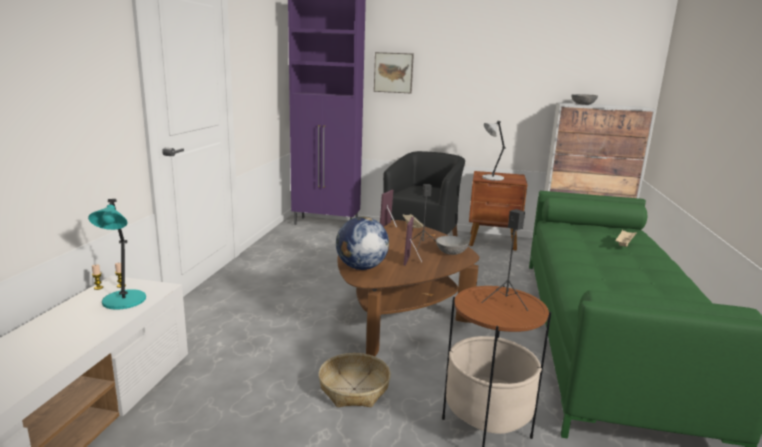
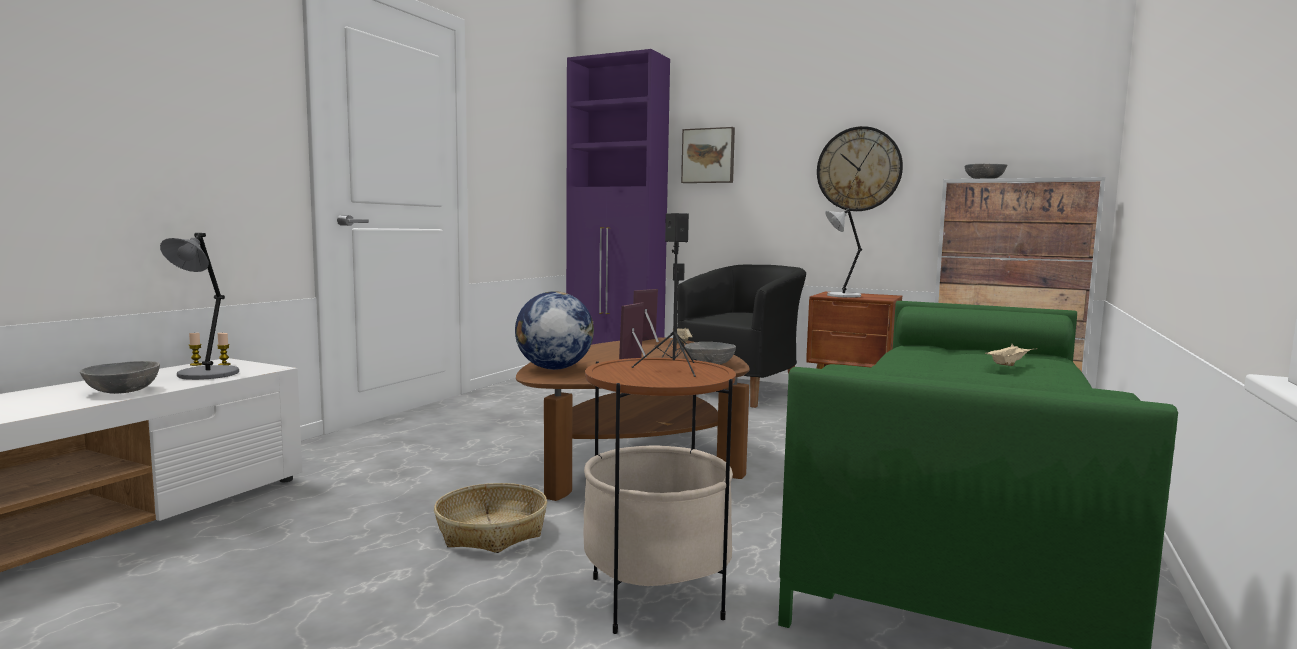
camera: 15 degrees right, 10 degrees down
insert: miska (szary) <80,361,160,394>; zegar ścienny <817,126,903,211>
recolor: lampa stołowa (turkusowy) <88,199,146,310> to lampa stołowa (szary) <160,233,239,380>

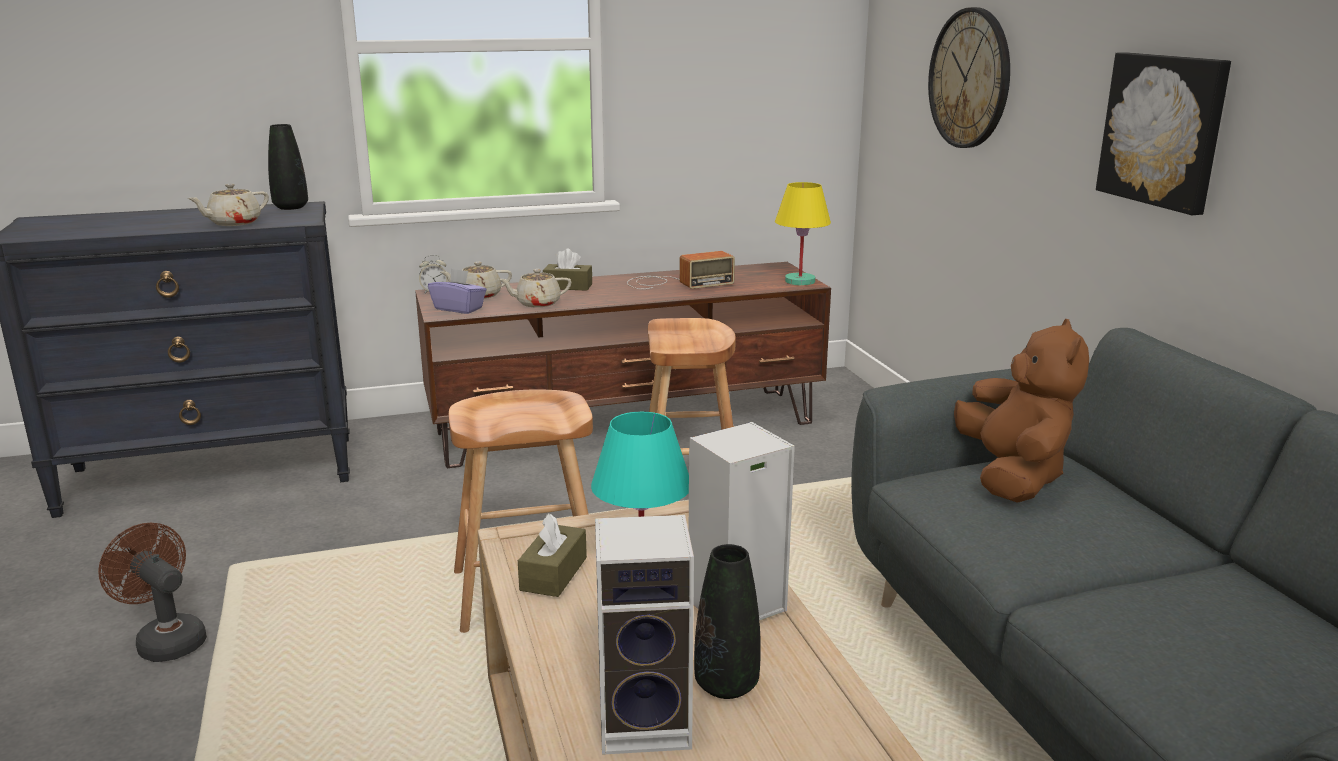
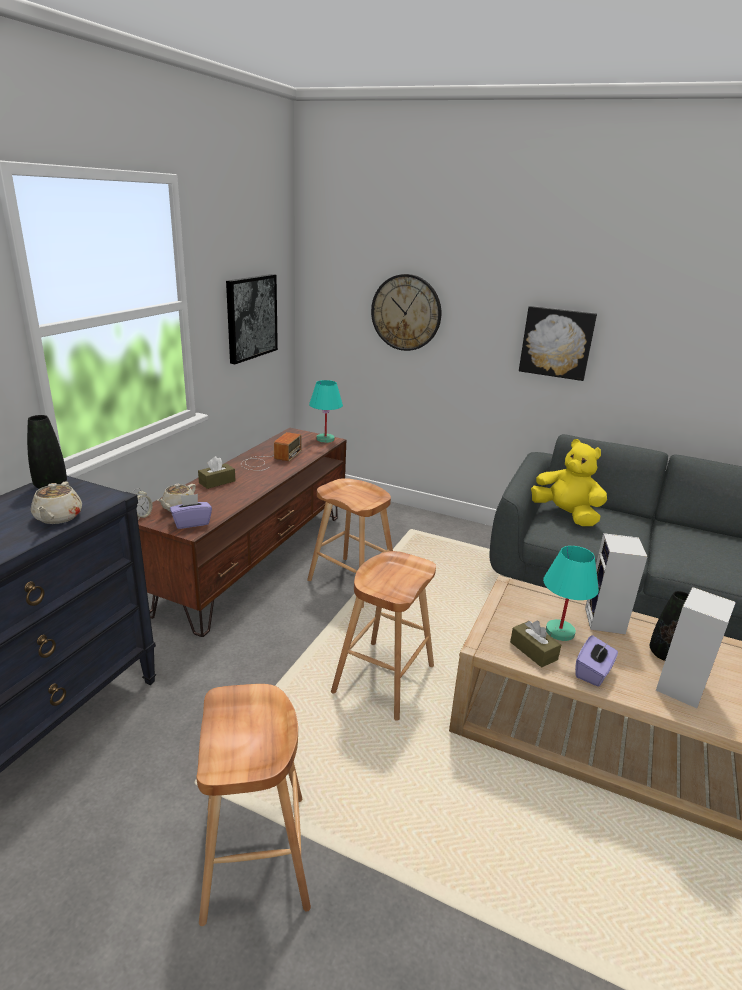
camera: 50 degrees left, 5 degrees up
delete: imbryk (beżowy) <498,269,571,308>
insert: obraz <226,274,278,364>; pudełko chusteczek (fioletowy) <575,635,618,687>
replace: wentylator (brązowy) <98,523,207,662> to stołek (brązowy) <196,684,311,926>
recolor: lampa stołowa (żółty) <775,182,831,285> to lampa stołowa (turkusowy) <309,380,343,443>; pluszak (brązowy) <954,319,1089,503> to pluszak (żółty) <531,439,607,526>

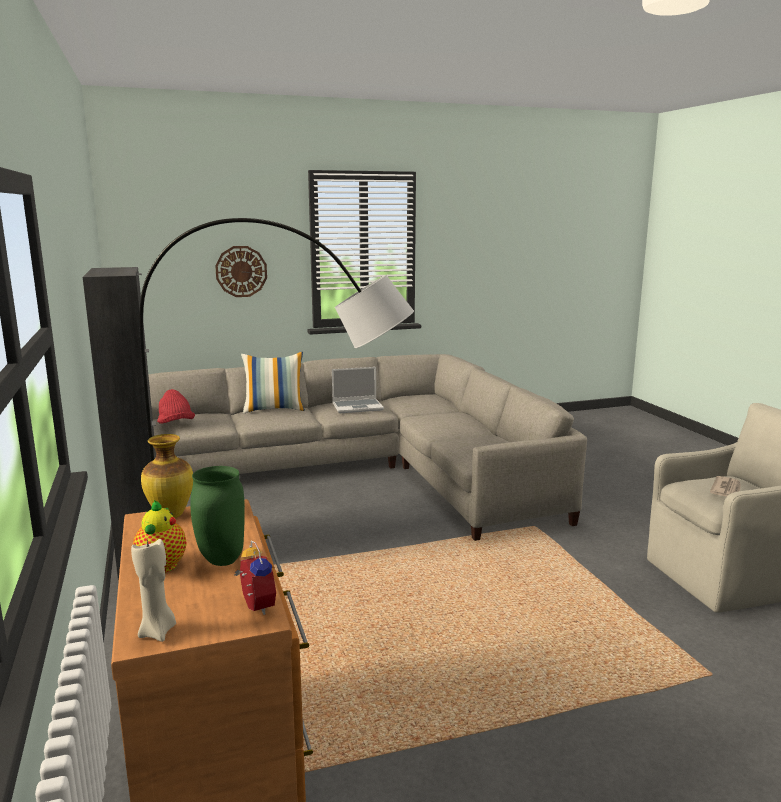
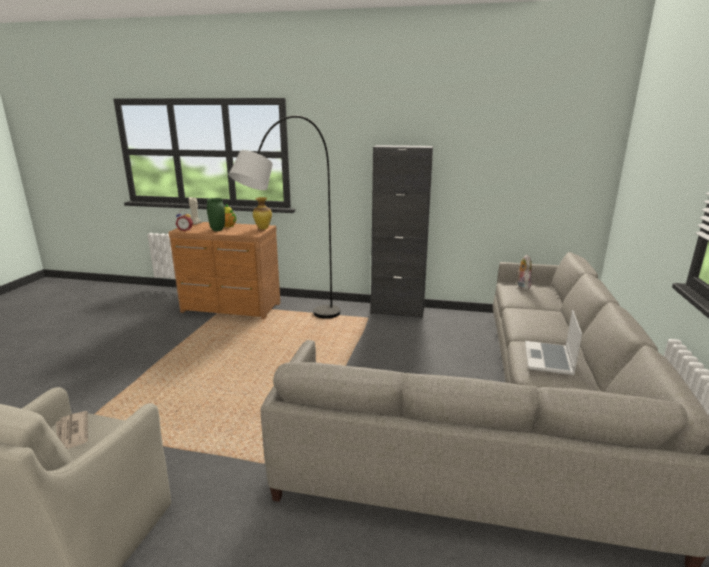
camera: 120 degrees right, 5 degrees up
delete: zegar ścienny <215,246,267,297>; poduszka <241,352,305,413>
replace: kapelusz (czerwony) <157,389,195,424> to pluszak <517,254,532,290>

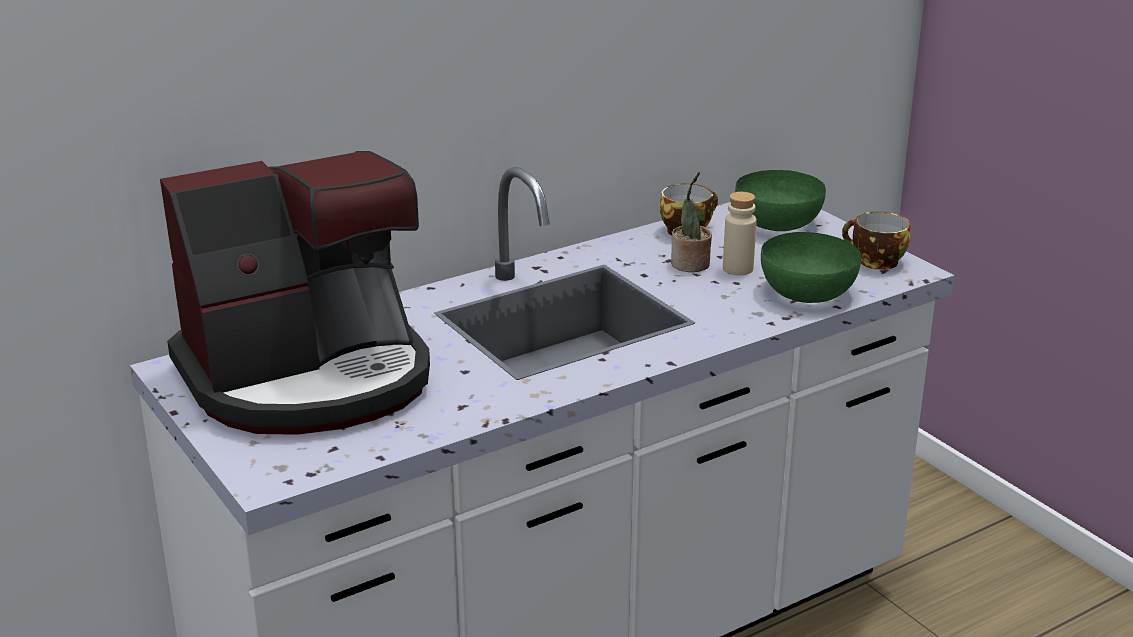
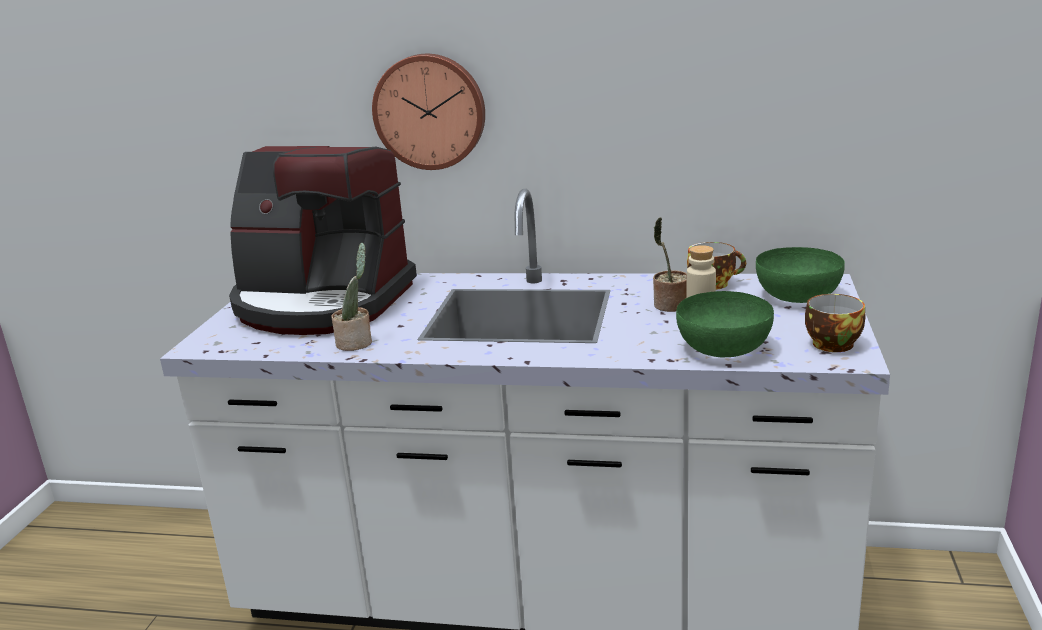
camera: 45 degrees right, 5 degrees down
insert: roślina doniczkowa <331,243,372,351>; zegar ścienny <372,54,485,170>

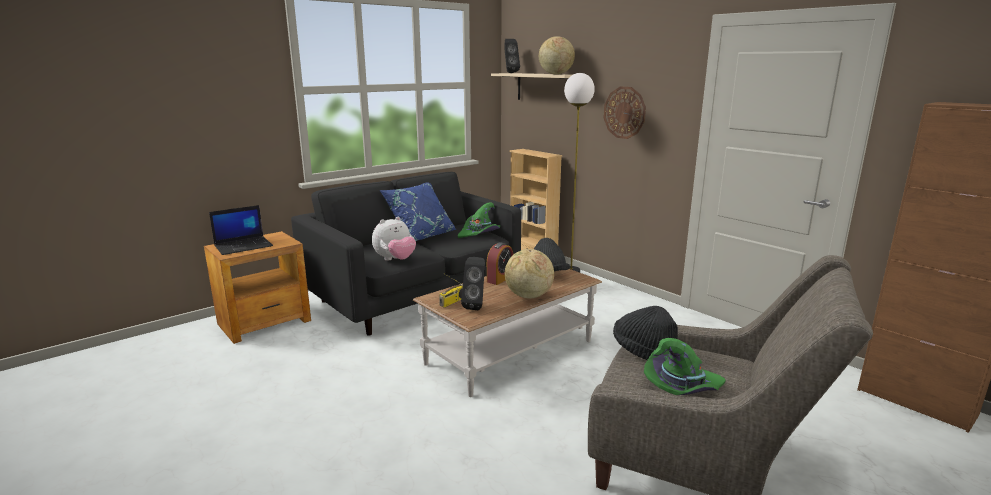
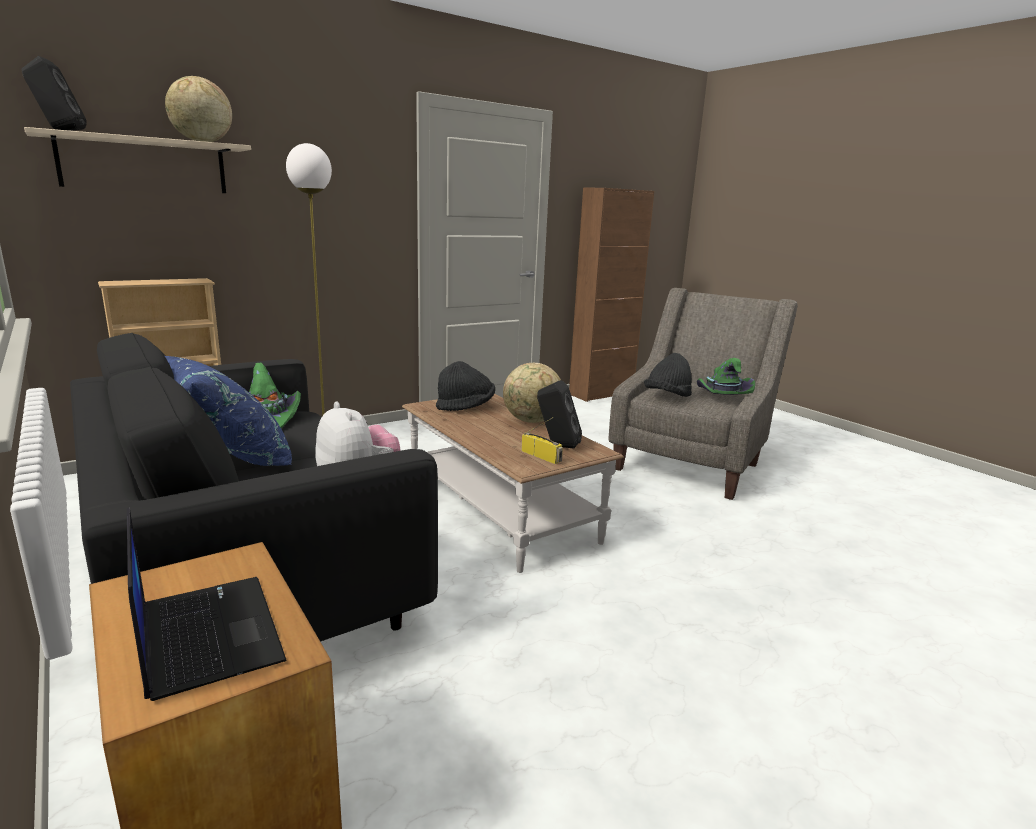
camera: 85 degrees left, 0 degrees up
delete: budzik <487,242,513,285>; zegar ścienny <604,87,646,139>

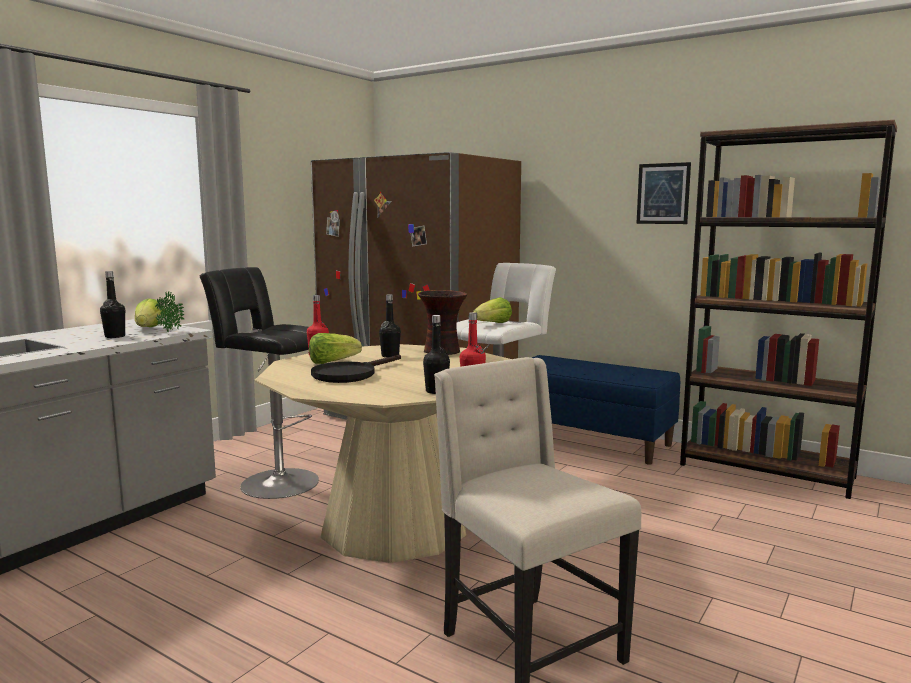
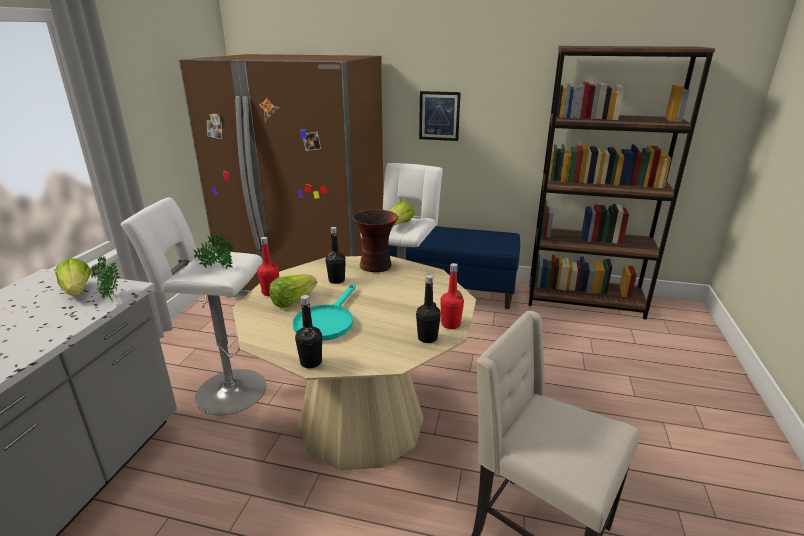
camera: 20 degrees left, 15 degrees up
insert: roślina doniczkowa <194,233,235,269>
move: butelka (czarny) <100,271,125,338> to <295,295,322,368>; obraz <636,162,691,224> to <419,91,461,141>
recolor: stołek (czarny) <200,267,319,499> to stołek (biały) <120,197,266,415>; patelnia (czarny) <311,355,401,383> to patelnia (turkusowy) <293,284,356,341>

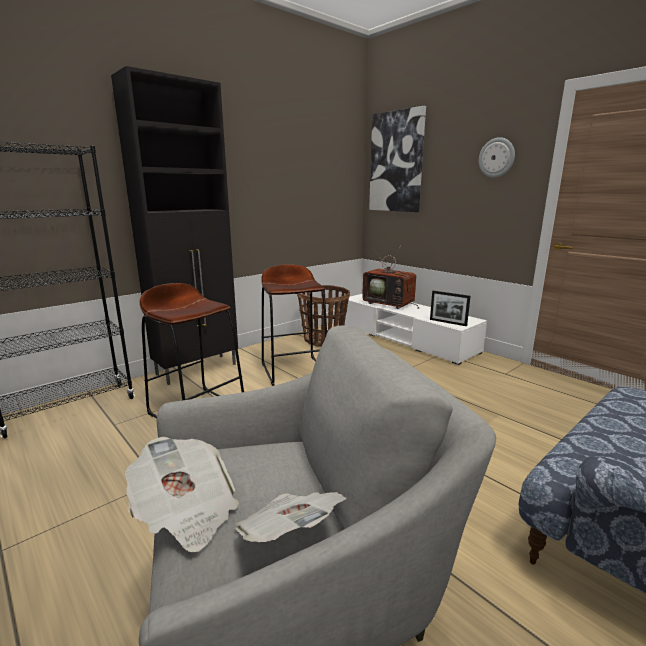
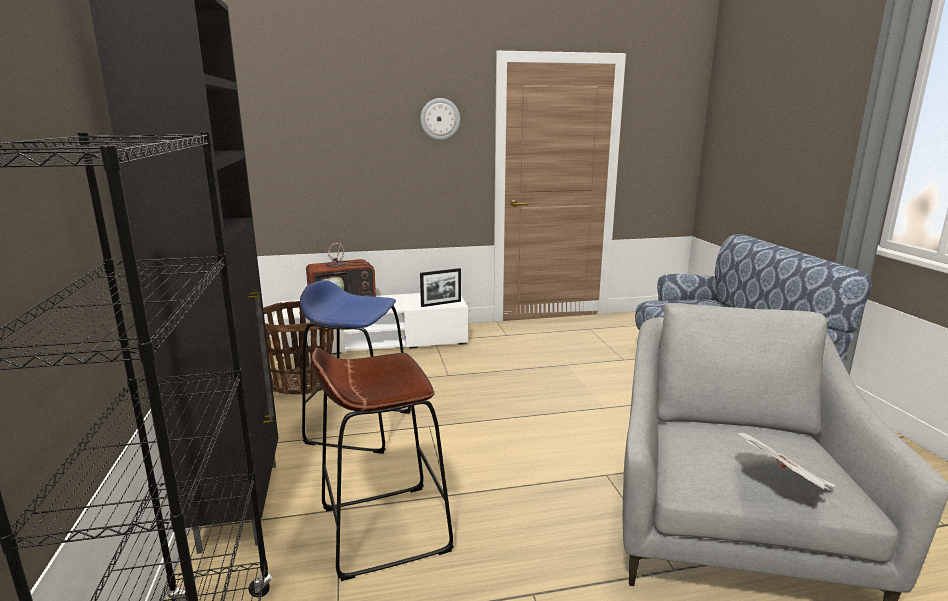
camera: 60 degrees left, 0 degrees up
delete: gazeta <235,492,346,542>; obraz <369,106,426,212>
recolor: stołek (brązowy) <261,264,327,386> to stołek (niebieski) <300,280,411,454>

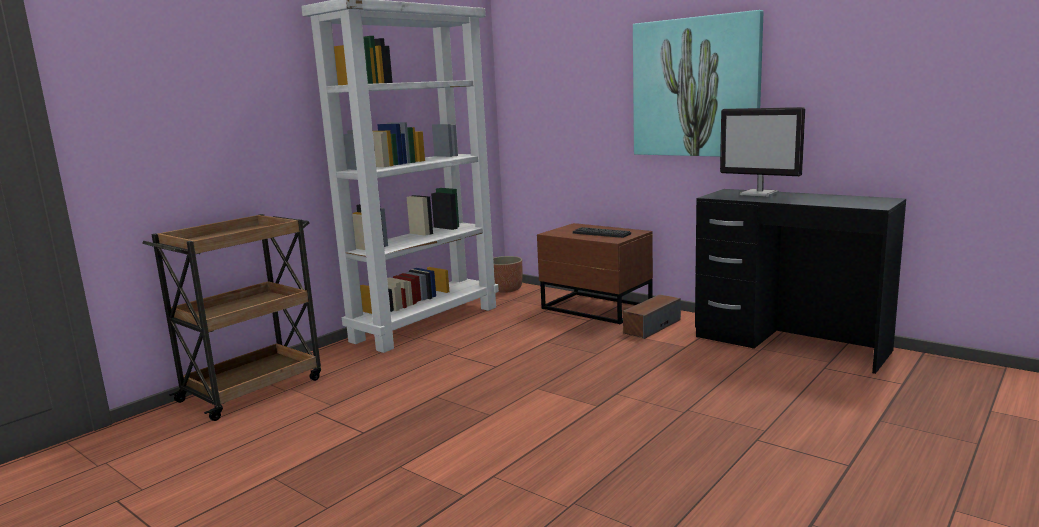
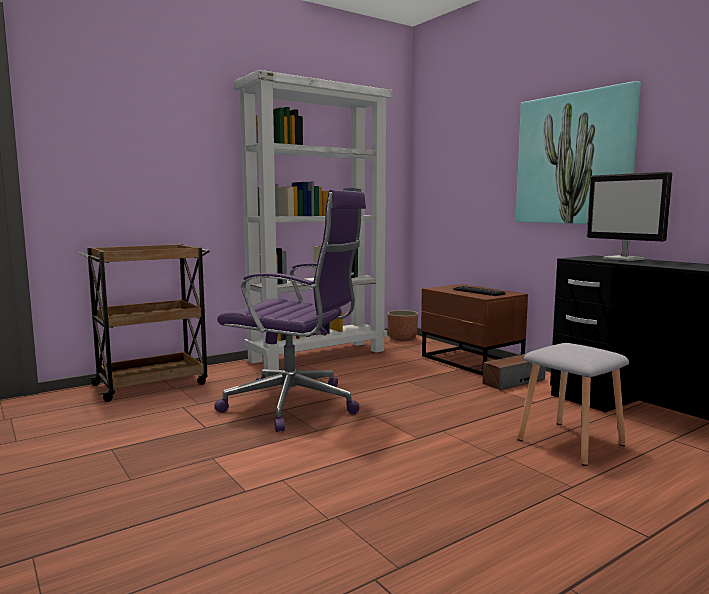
camera: 15 degrees right, 5 degrees down
insert: krzesło biurowe (fioletowy) <214,190,366,432>; stołek (szary) <517,343,629,466>

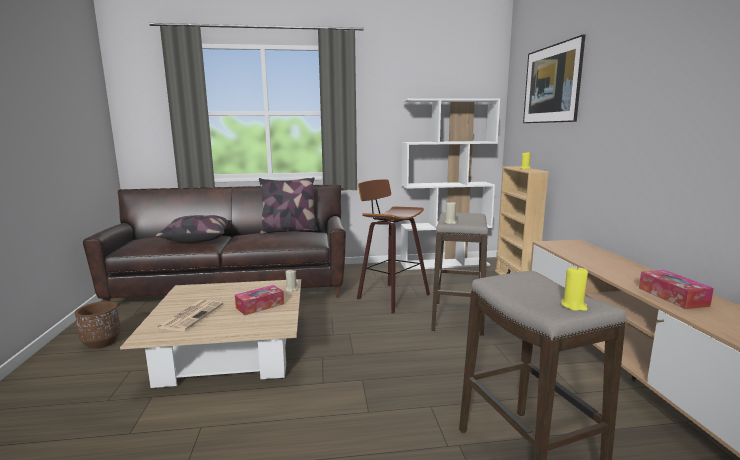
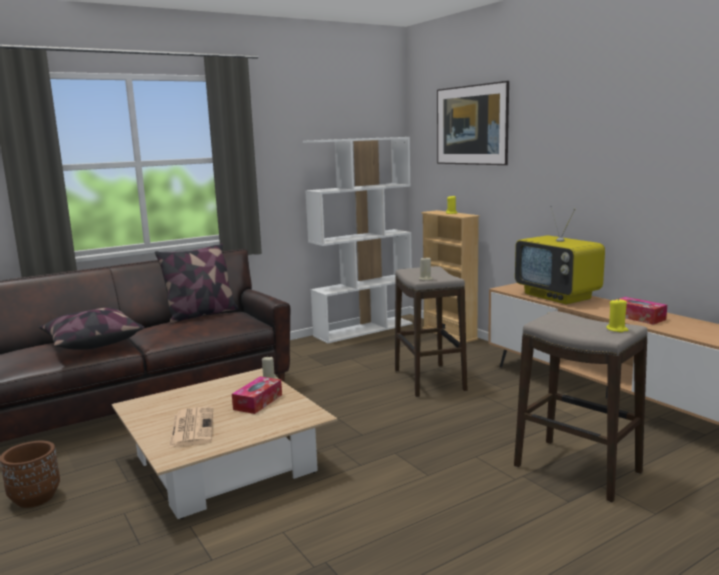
camera: 25 degrees left, 0 degrees up
delete: stołek <357,179,430,314>
insert: telewizor <515,205,605,304>

